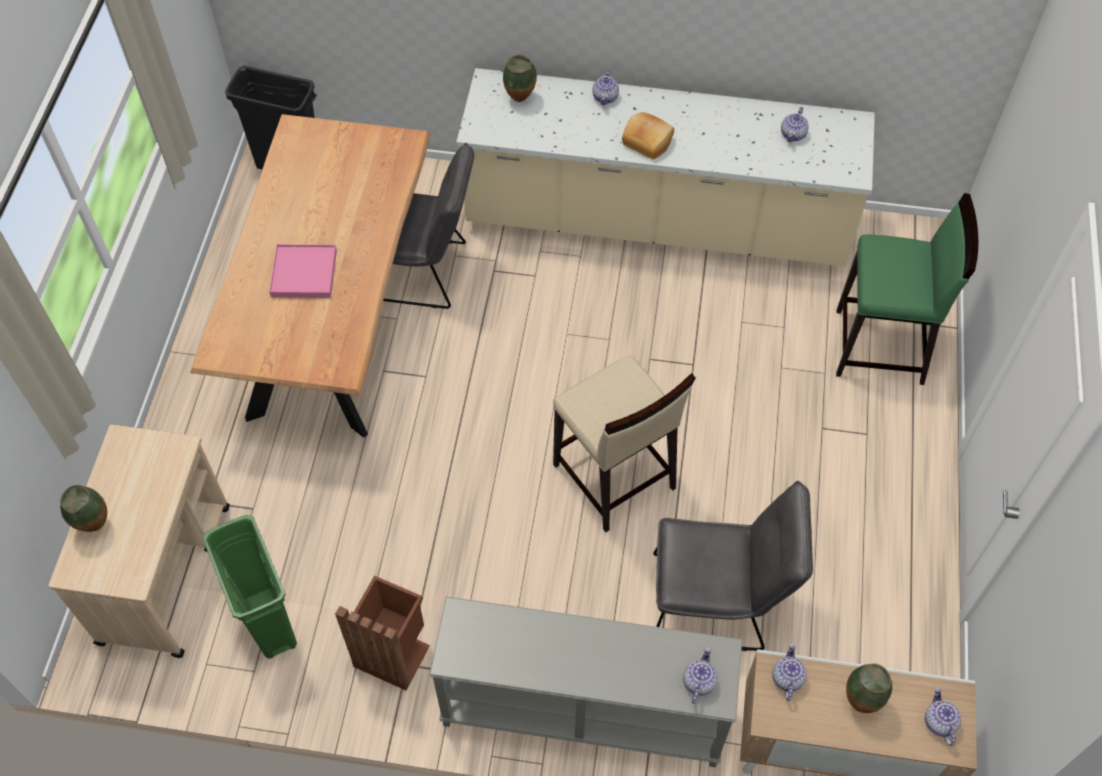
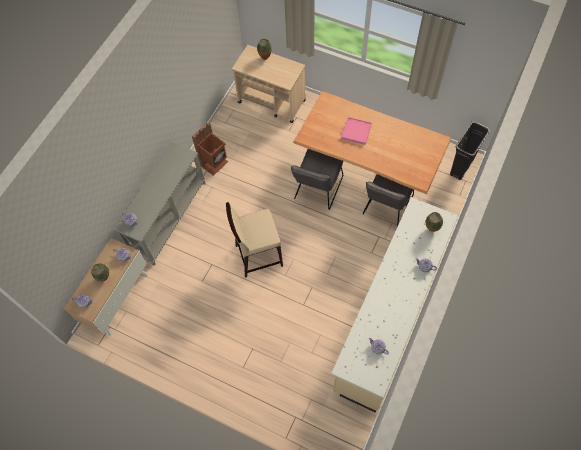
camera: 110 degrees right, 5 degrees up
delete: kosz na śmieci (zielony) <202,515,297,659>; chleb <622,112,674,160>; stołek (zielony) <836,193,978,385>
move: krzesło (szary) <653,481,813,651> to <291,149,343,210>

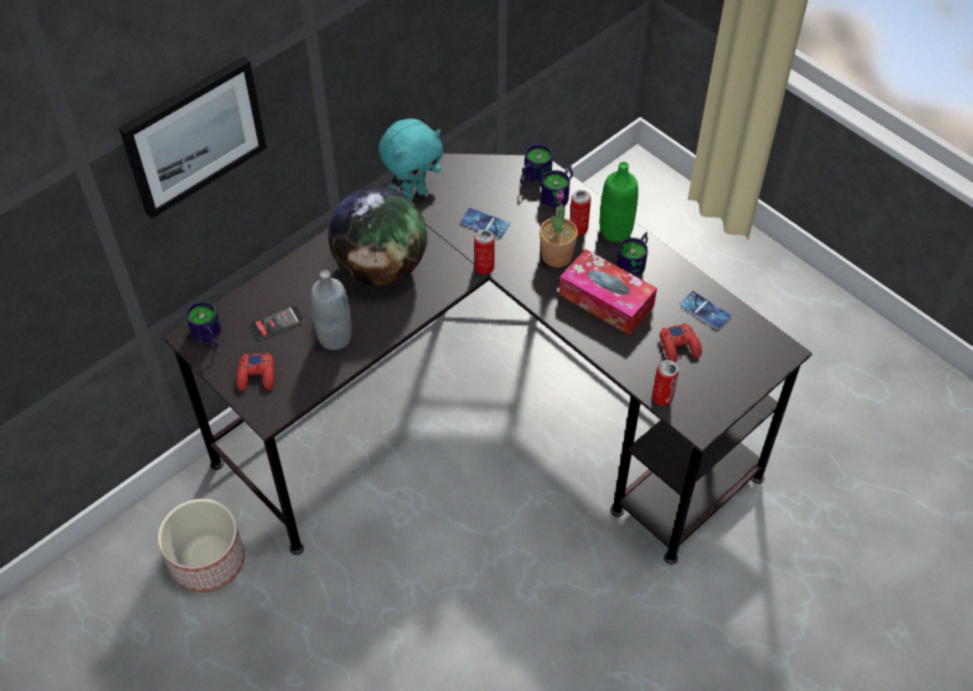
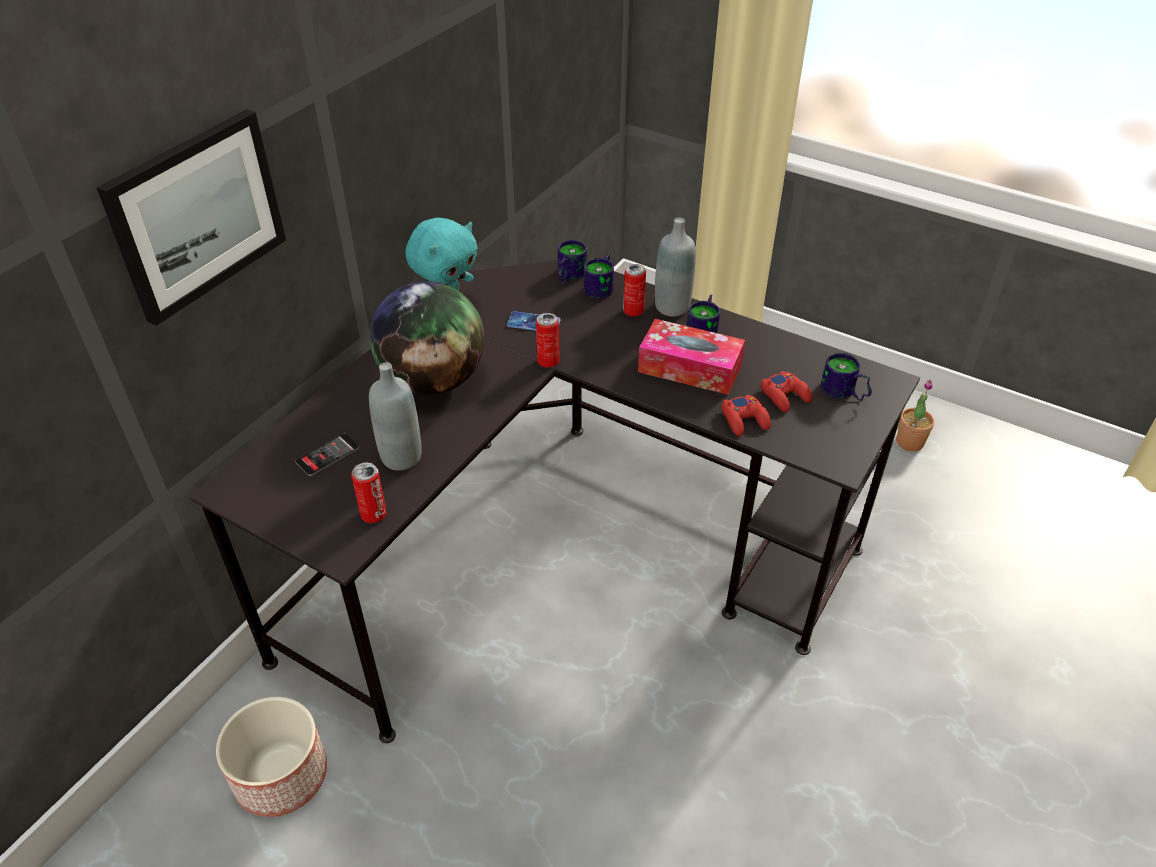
camera: 15 degrees left, 10 degrees down
delete: telefon <680,291,732,329>
move: kubek <186,301,221,349> to <821,353,872,401>; pad do gier (czerwony) <236,353,274,391> to <721,395,771,436>; roślina doniczkowa <539,190,578,267> to <896,380,934,451>; puszka <652,360,679,406> to <351,462,387,523>
recolor: butelka (zielony) <600,162,638,242> to butelka (szary) <655,217,696,317>

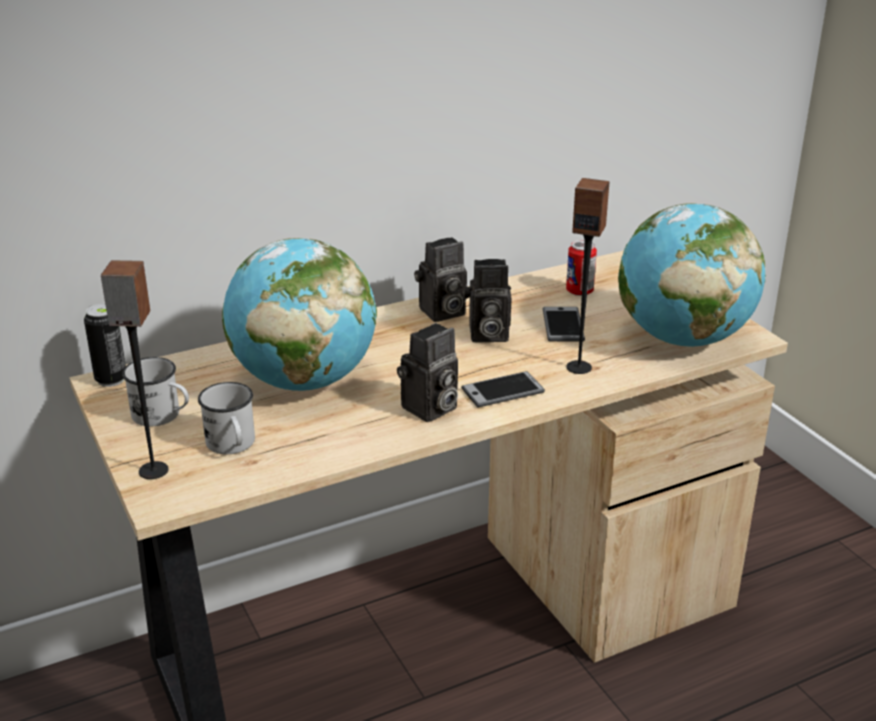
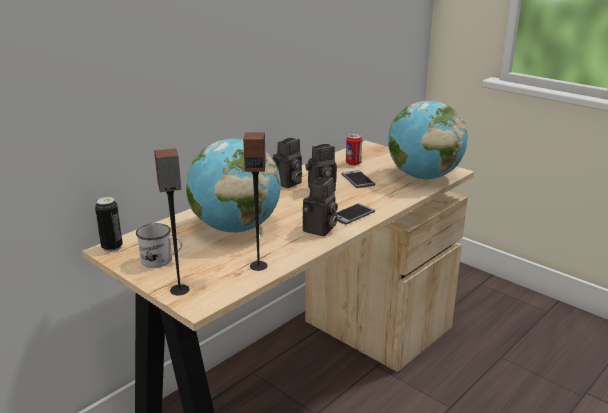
camera: 20 degrees left, 5 degrees down
delete: kubek (biały) <198,382,255,454>
move: głośnik <566,178,610,374> to <243,132,268,271>

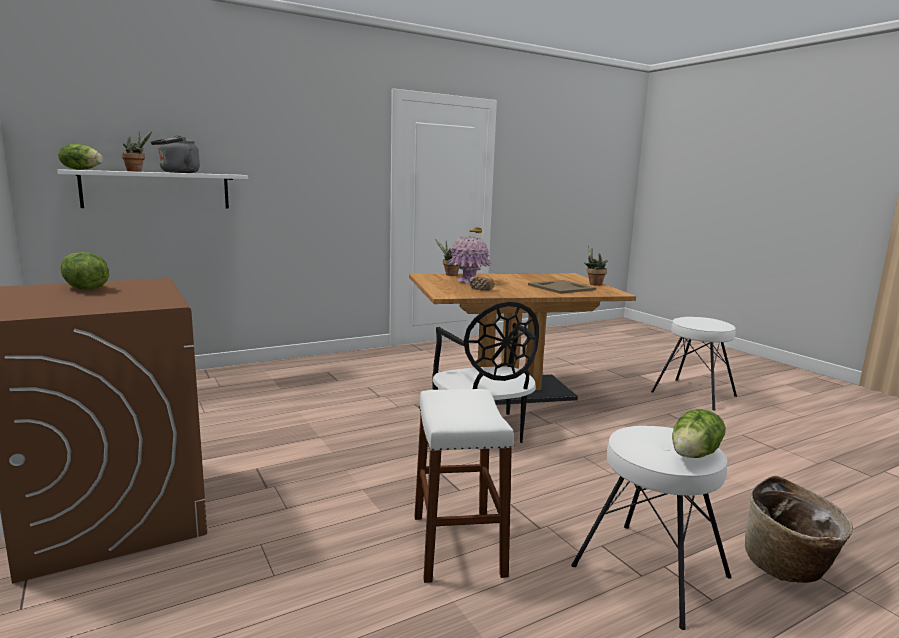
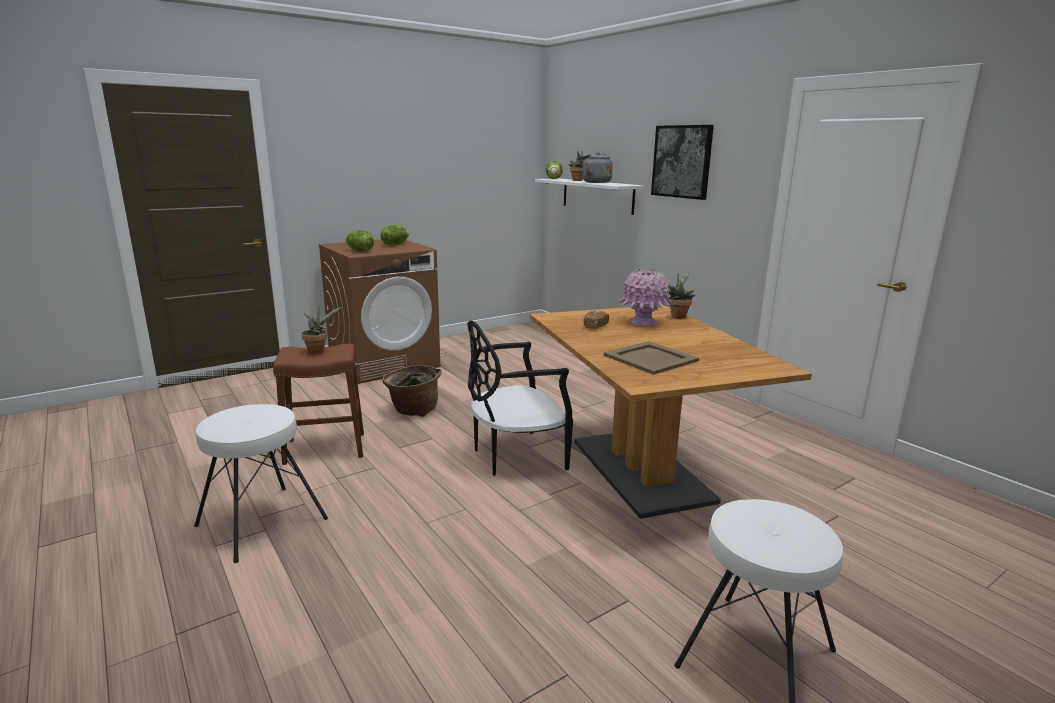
camera: 85 degrees right, 5 degrees up
insert: obraz <651,125,714,200>
move: roślina doniczkowa <585,246,608,286> to <302,307,341,354>; sałata <672,409,726,458> to <345,230,374,252>; koszyk <745,475,853,583> to <383,365,442,417>
recolor: stołek (biały) <414,389,514,583> to stołek (brązowy) <273,344,364,465>

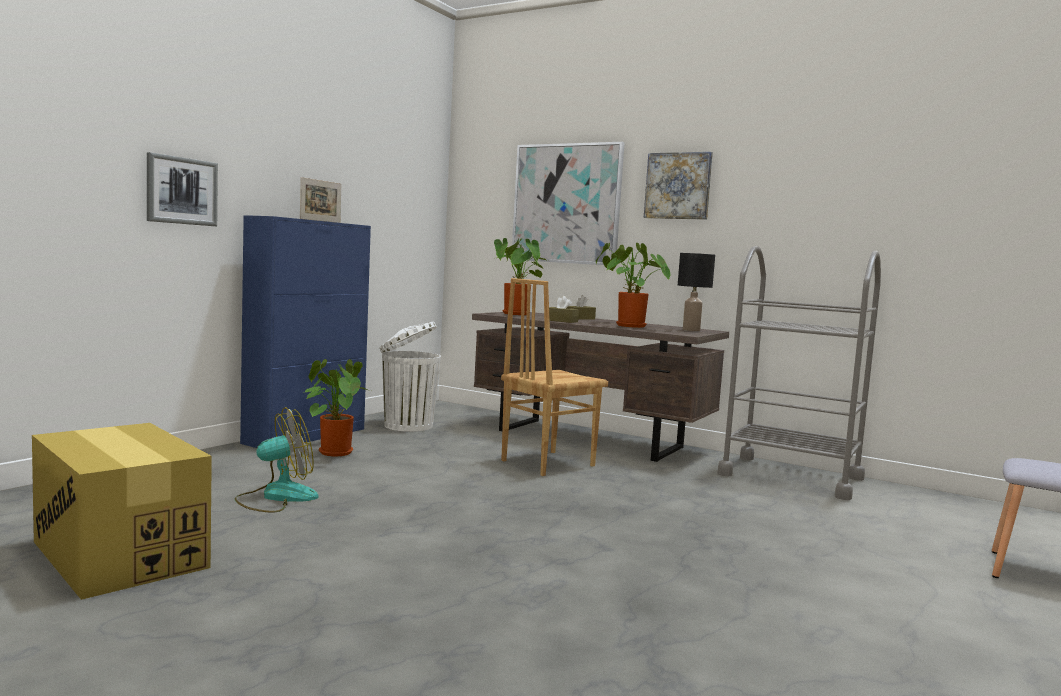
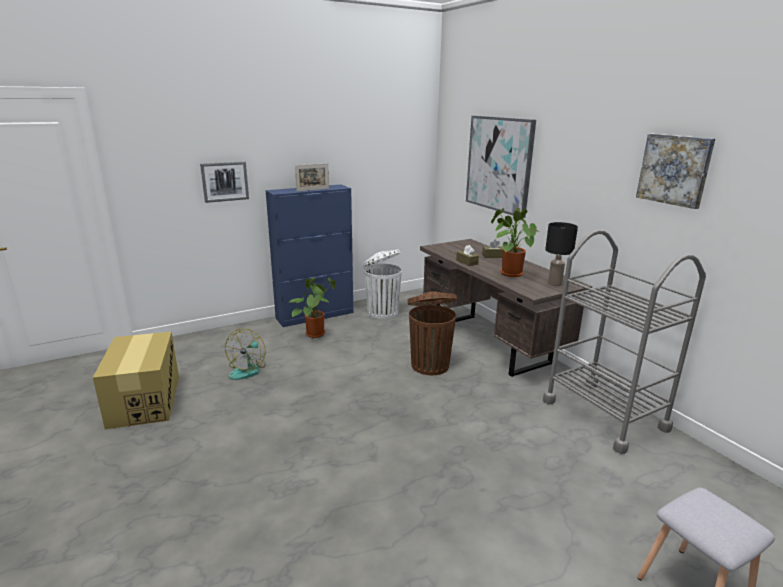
camera: 30 degrees right, 15 degrees up
delete: roślina doniczkowa <494,238,548,315>
move: obraz <644,152,713,220> to <636,134,715,209>
replace: krzesło (brązowy) <501,278,608,476> to kosz na śmieci (brązowy) <408,291,457,375>
rotate: wentylator <234,407,318,513> = <225,328,266,380> 105 degrees clockwise

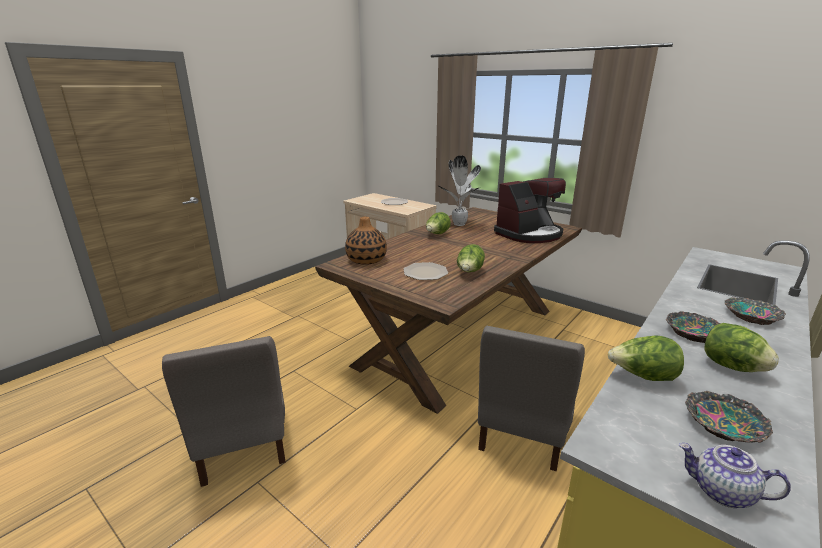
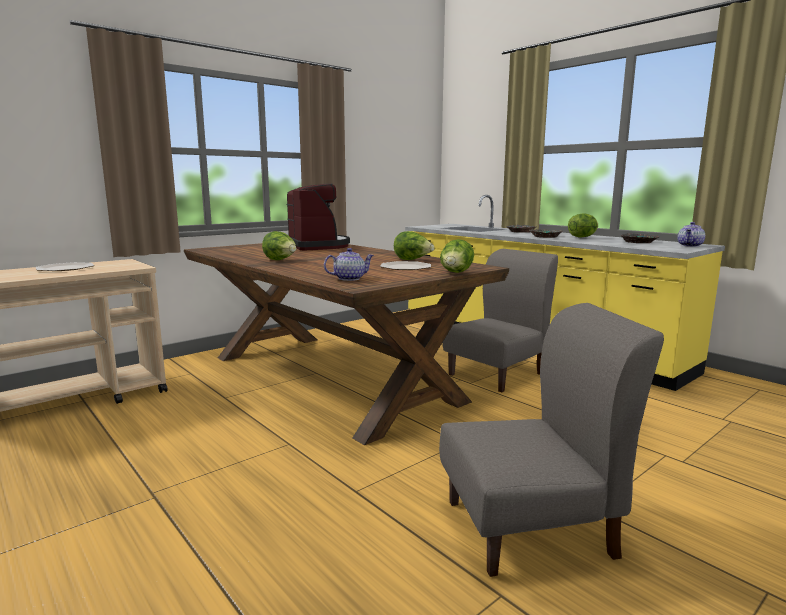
camera: 80 degrees left, 10 degrees down
delete: roślina doniczkowa <438,156,481,226>
move: sałata <608,335,684,381> to <440,239,474,273>
replace: wazon <345,217,387,265> to imbryk <324,248,374,281>
rotate: krzesło (szary) <478,326,585,471> = <443,249,558,392> 75 degrees counterclockwise

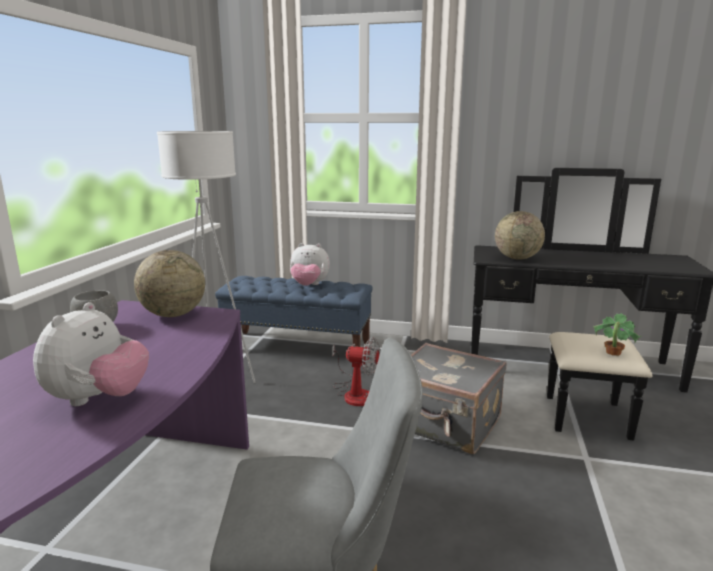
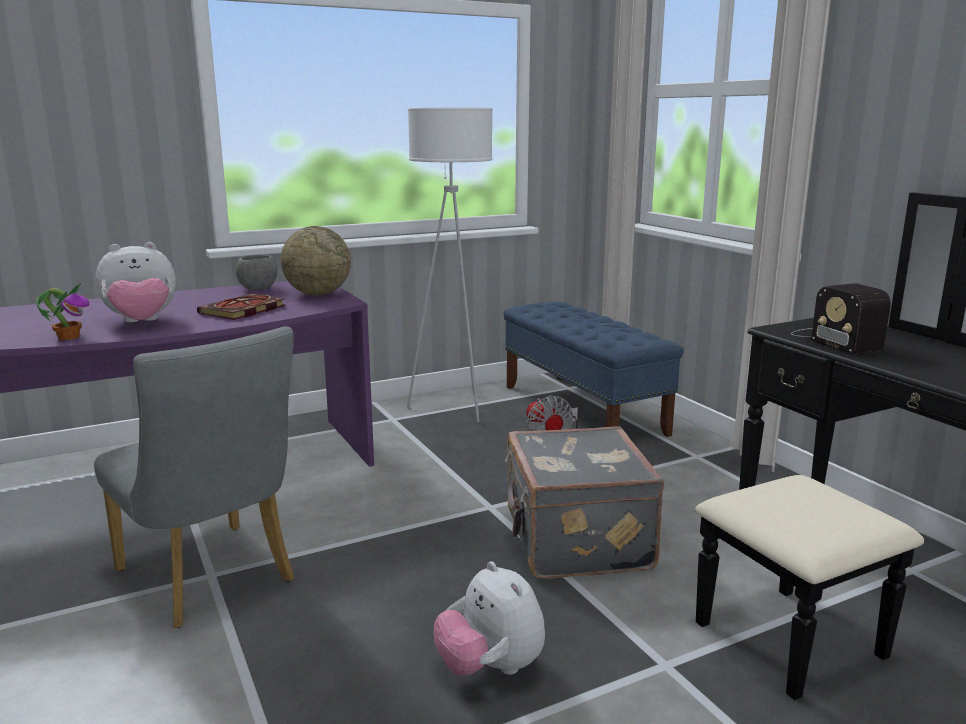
camera: 50 degrees right, 0 degrees up
insert: książka <197,294,286,320>
move: pluszak <290,243,330,286> to <434,561,545,676>; roślina doniczkowa <593,313,641,356> to <36,283,90,340>
replace: globus <495,211,545,260> to radio <791,283,891,355>

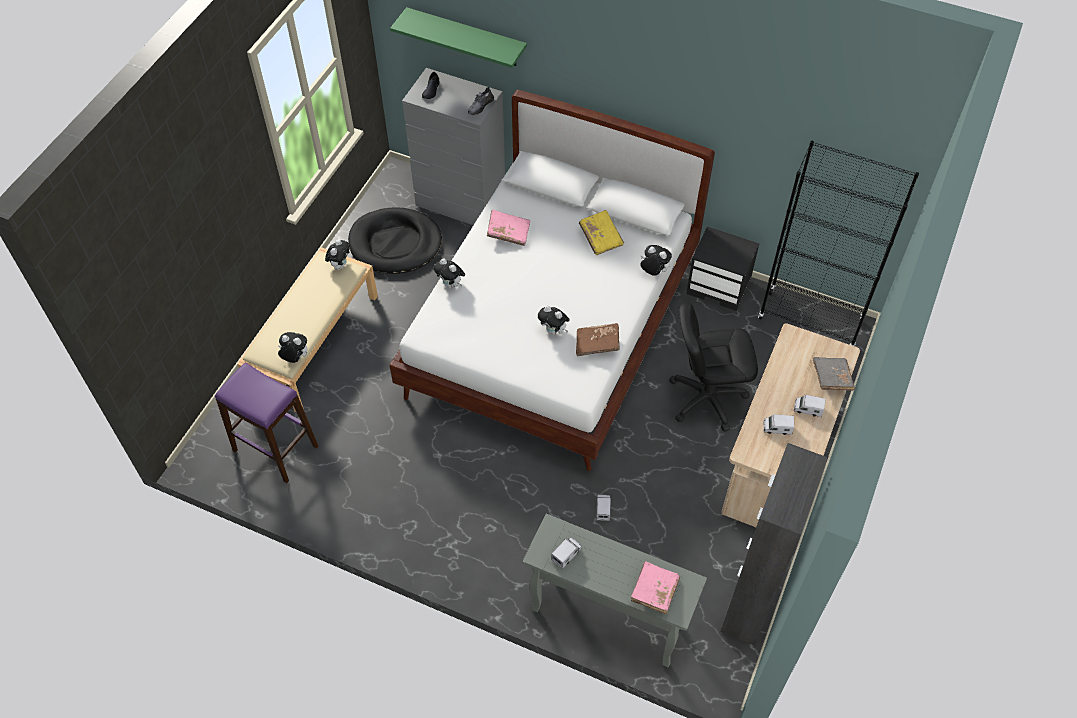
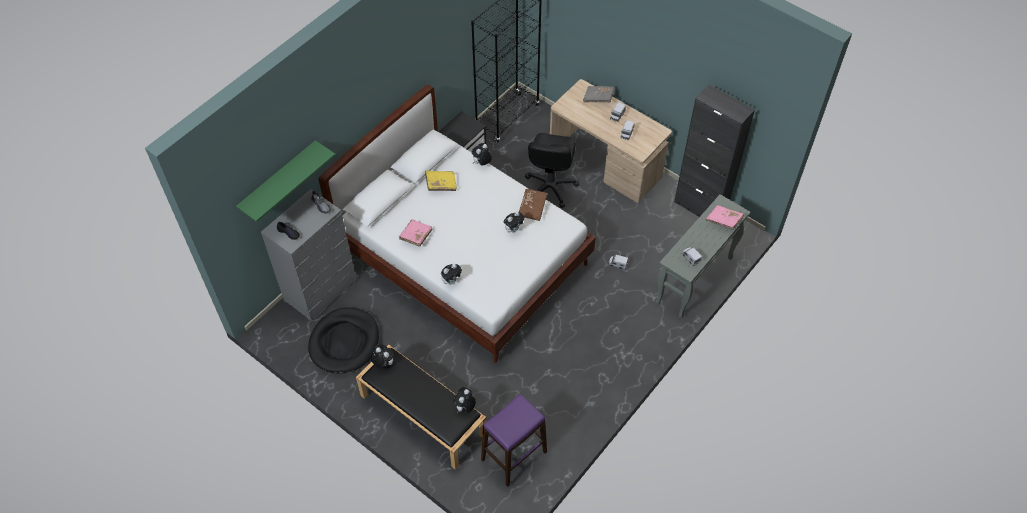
camera: 75 degrees left, 0 degrees up
recolor: ławka (beżowy) <237,247,378,412> to ławka (czarny) <356,345,486,470>

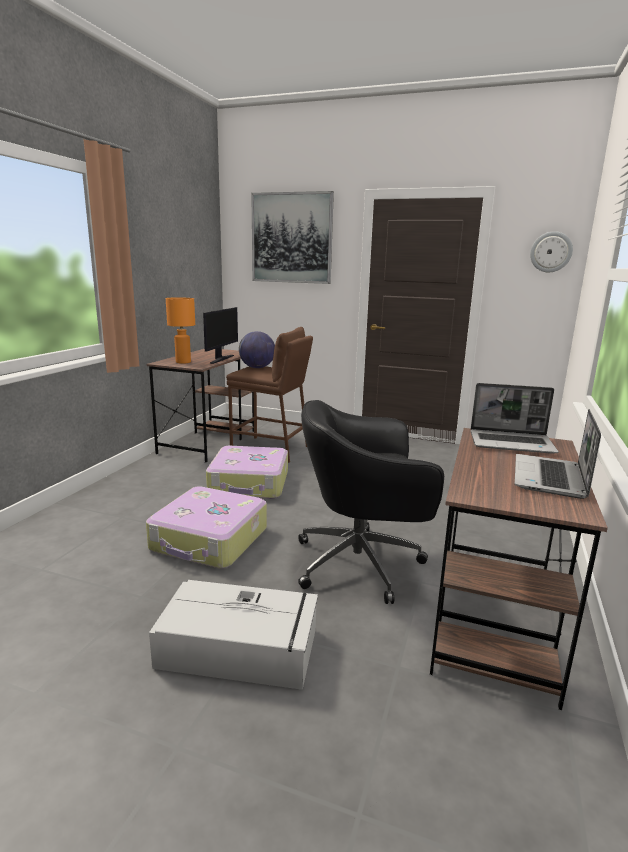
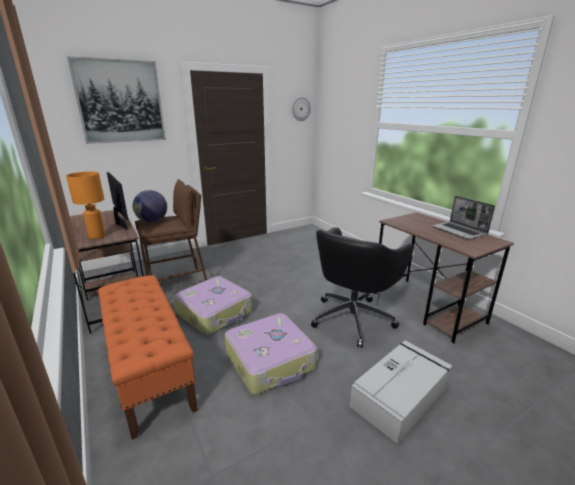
camera: 50 degrees left, 5 degrees up
delete: laptop <470,383,559,454>
insert: ławka (pomarańczowy) <98,275,198,440>

